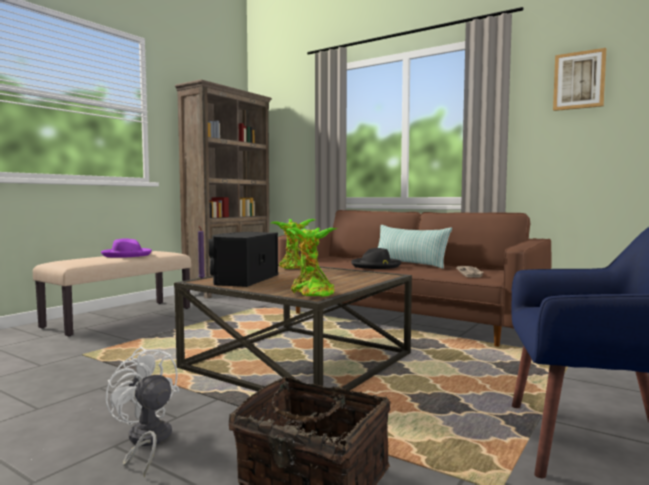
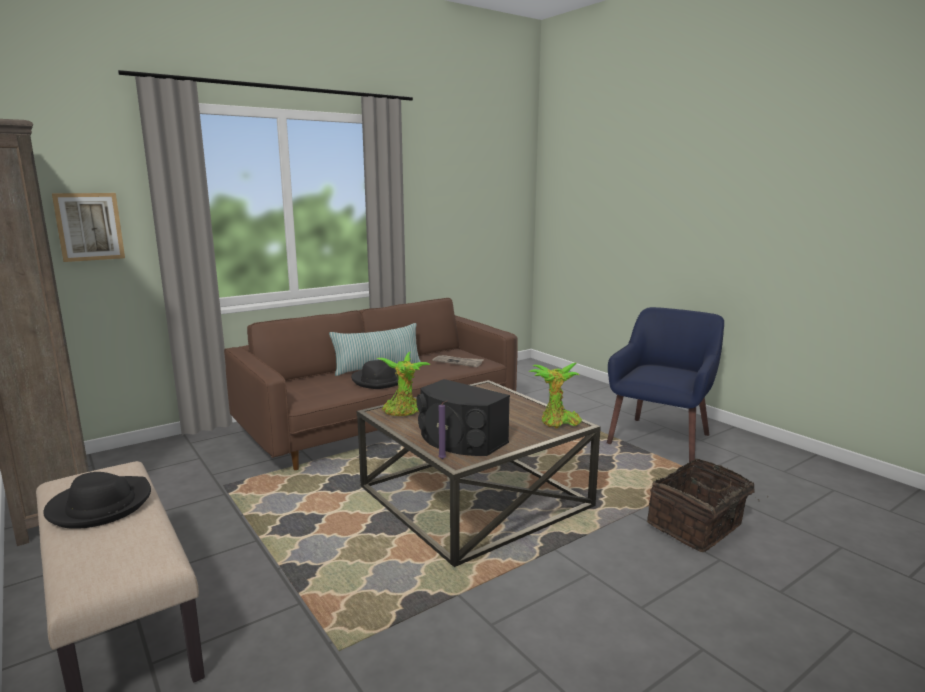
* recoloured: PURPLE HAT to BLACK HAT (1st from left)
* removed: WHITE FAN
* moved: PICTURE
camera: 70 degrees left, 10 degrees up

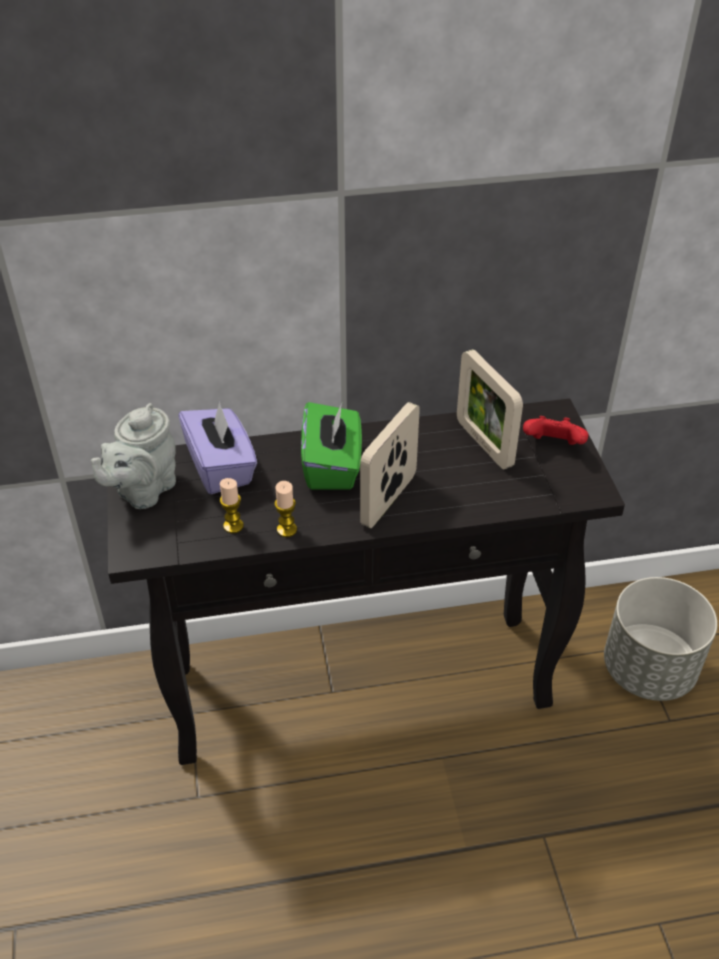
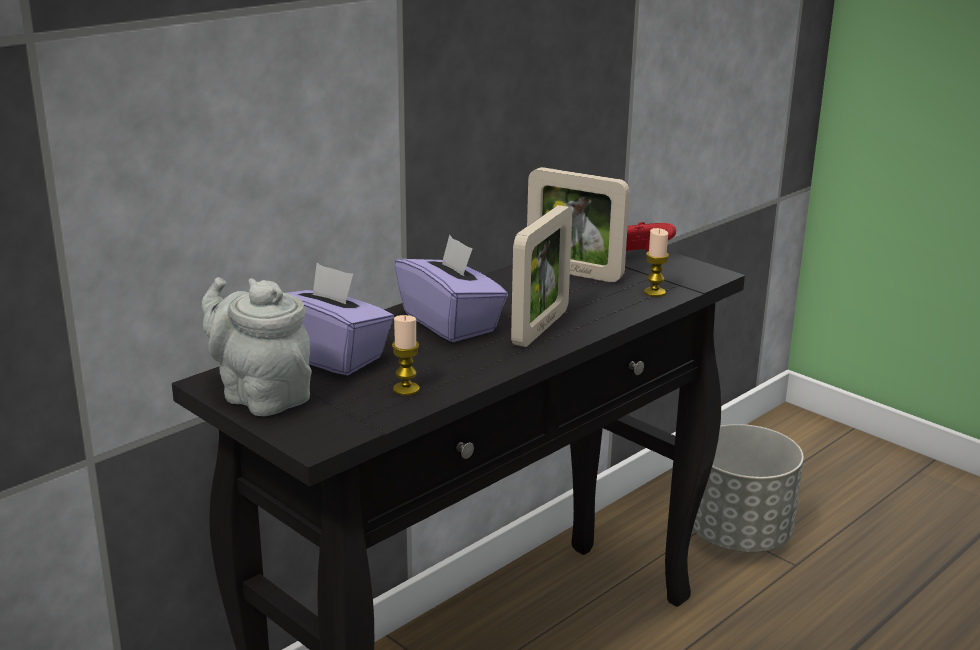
* turned: GREY TEAPOT 135 degrees clockwise
* moved: CANDLE (2nd from left)
* recoloured: GREEN TISSUE BOX to PURPLE TISSUE BOX (2nd from left)
* turned: PICTURE FRAME (1st from left) 150 degrees counterclockwise
camera: 35 degrees left, 20 degrees down

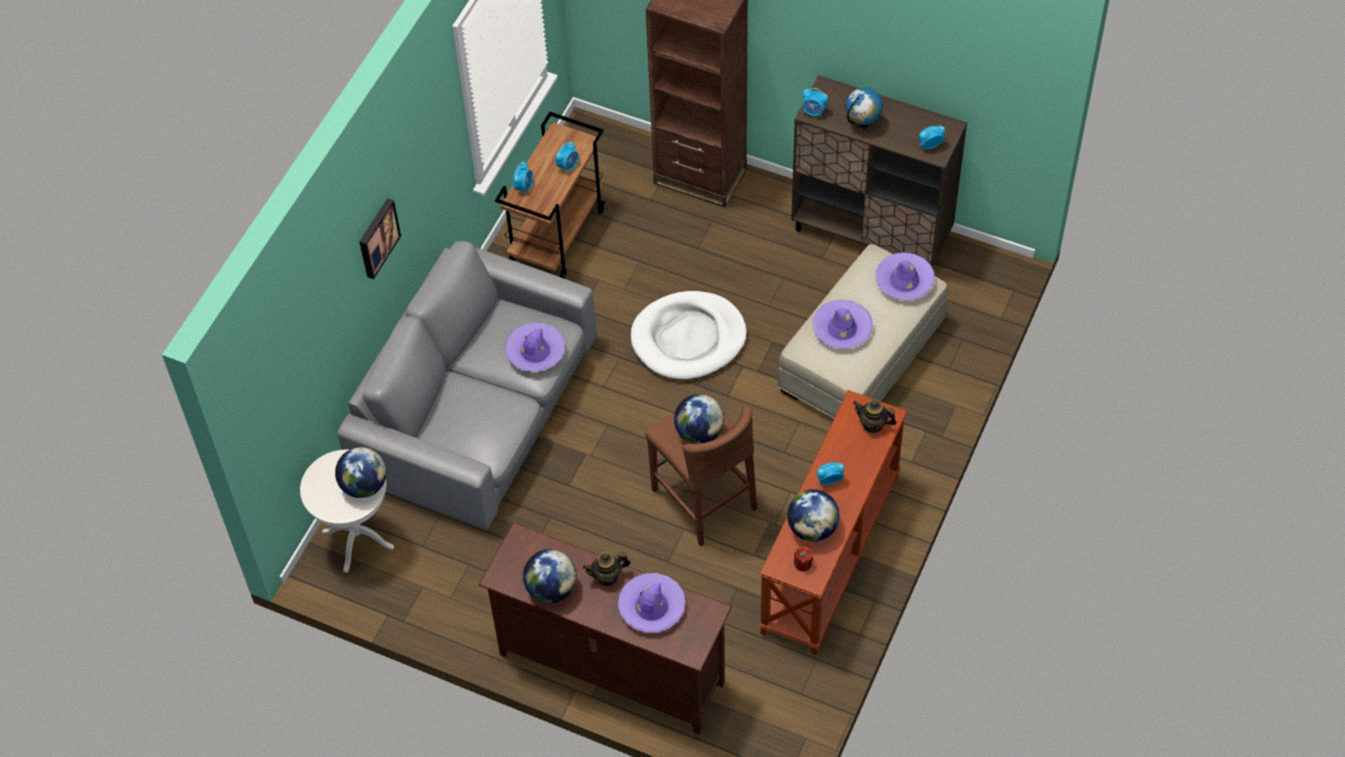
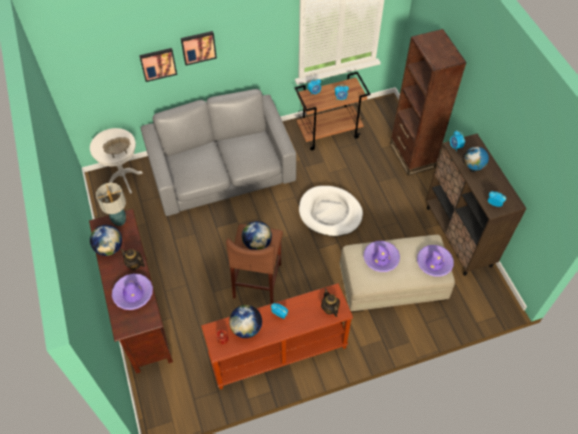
* replaced: GLOBE (1st from left) to BEIGE BOWL
* removed: PURPLE HAT (1st from left)
* added: TABLE LAMP
* added: PICTURE (1st from left)
camera: 45 degrees right, 0 degrees up

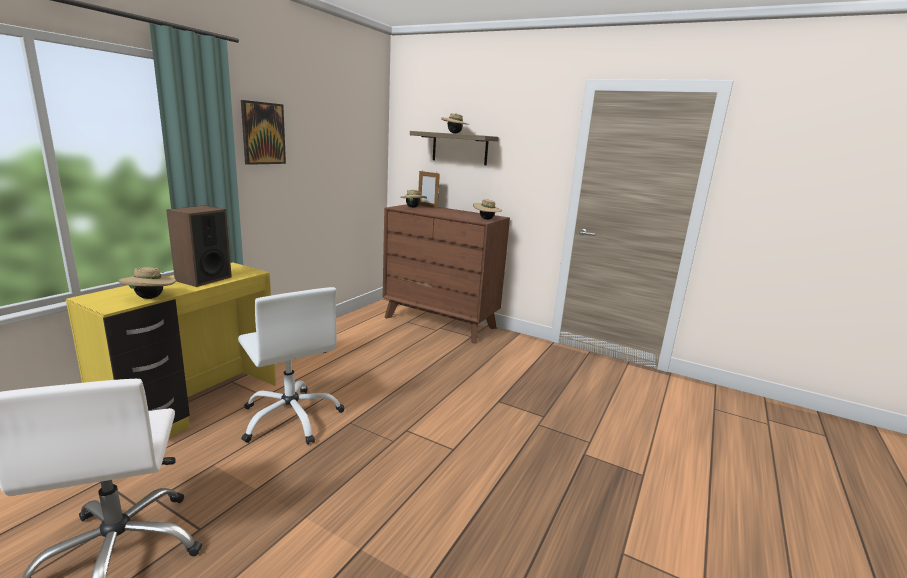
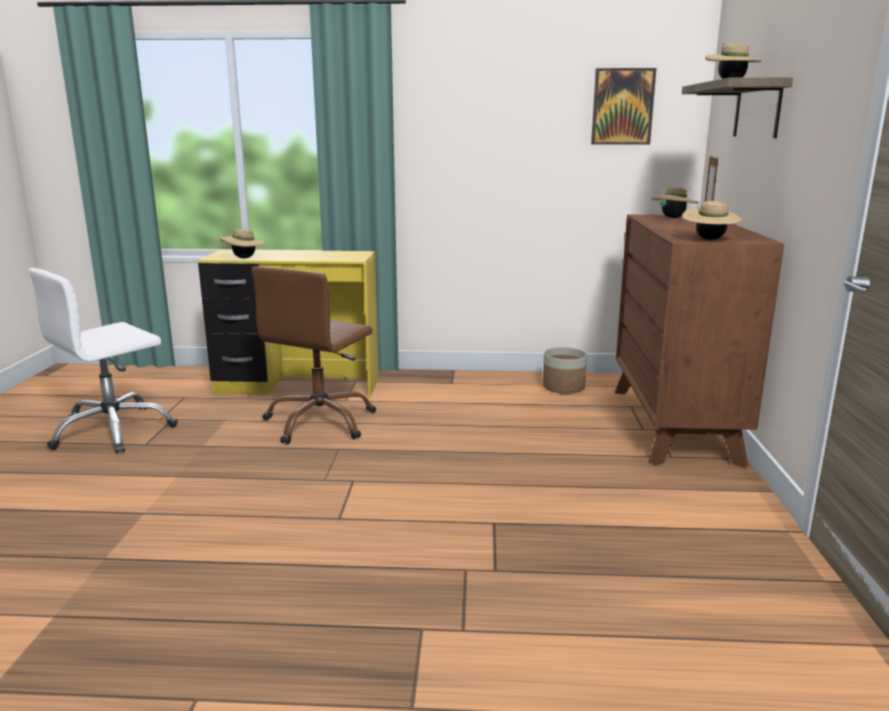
* removed: SPEAKER
* recoloured: WHITE OFFICE CHAIR (2nd from left) to BROWN OFFICE CHAIR
* moved: PICTURE
* added: PLANTER
camera: 65 degrees right, 0 degrees up

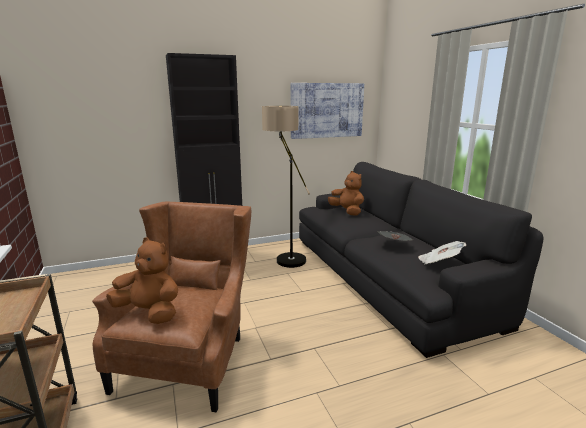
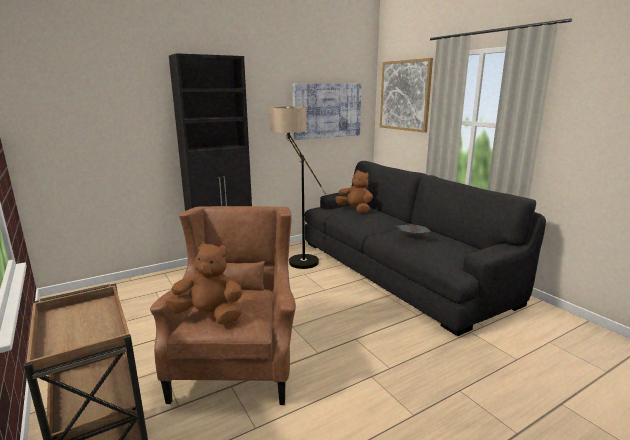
* removed: NEWSPAPER (2nd from left)
* added: PICTURE (2nd from left)
camera: 10 degrees left, 0 degrees up

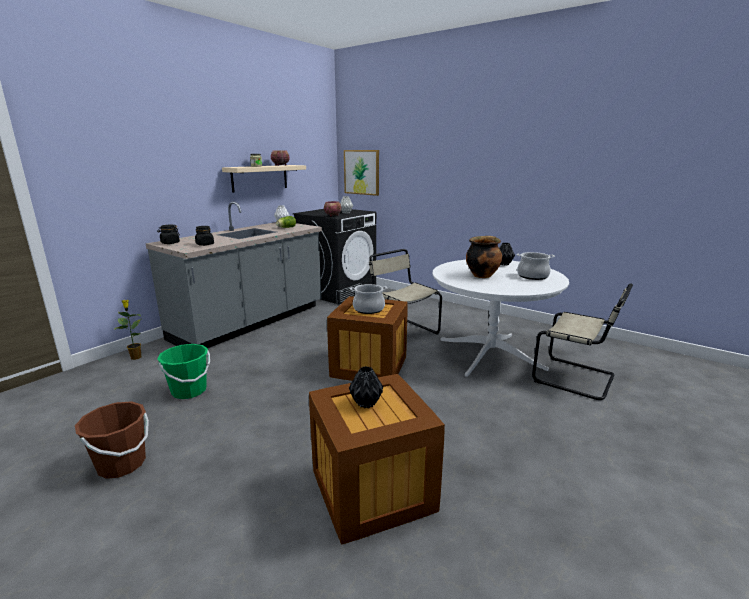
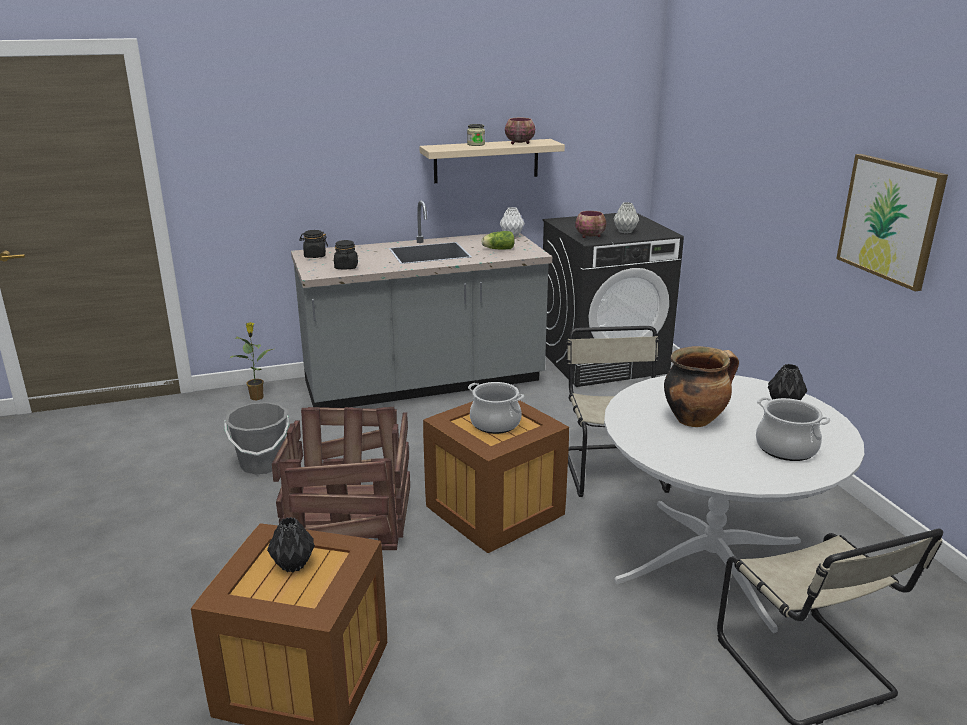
* removed: BROWN BUCKET
* recoloured: GREEN BUCKET to GREY BUCKET
* moved: PICTURE
* added: CRATE (2nd from left)
camera: 35 degrees right, 5 degrees up

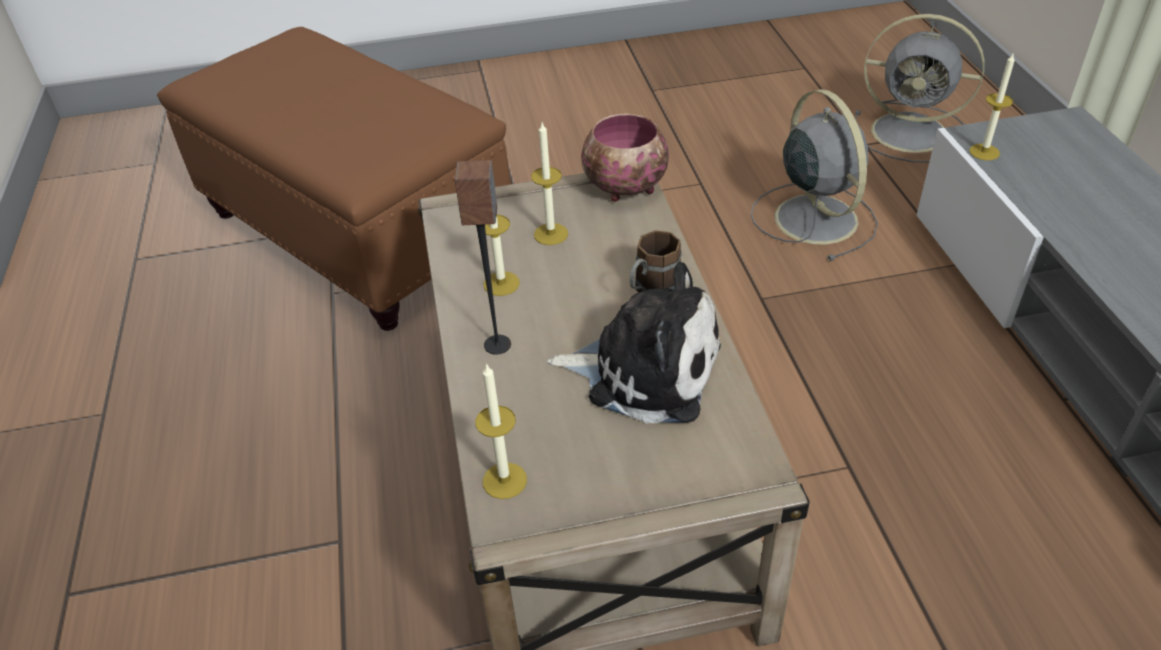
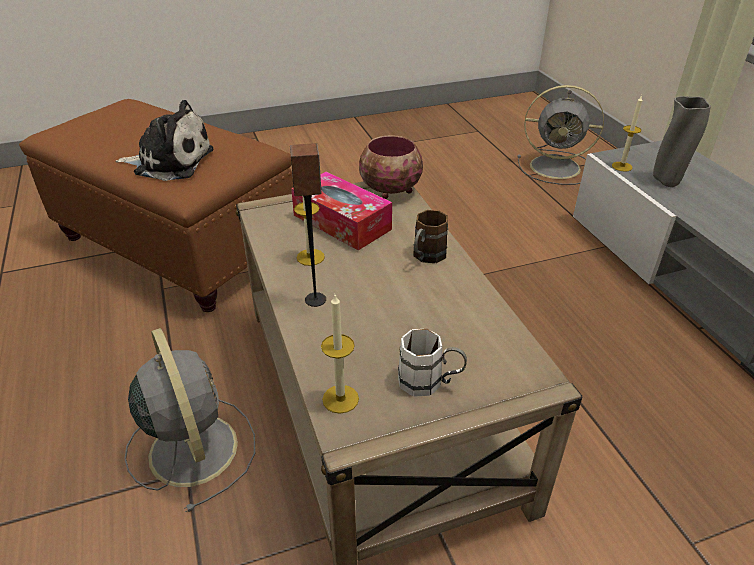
* replaced: CANDLE (3rd from left) to TISSUE BOX
* moved: PLUSH TOY
* moved: GREY FAN (1st from left)
* added: WHITE MUG
* added: GREY VASE
camera: 10 degrees left, 5 degrees down

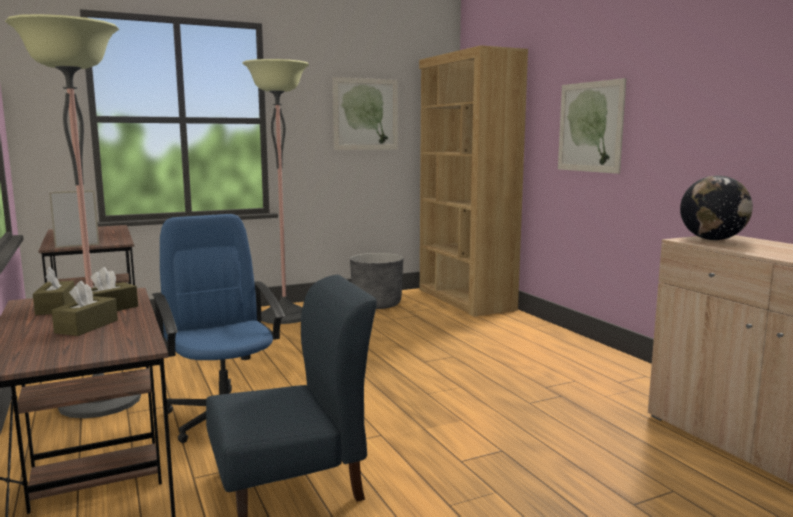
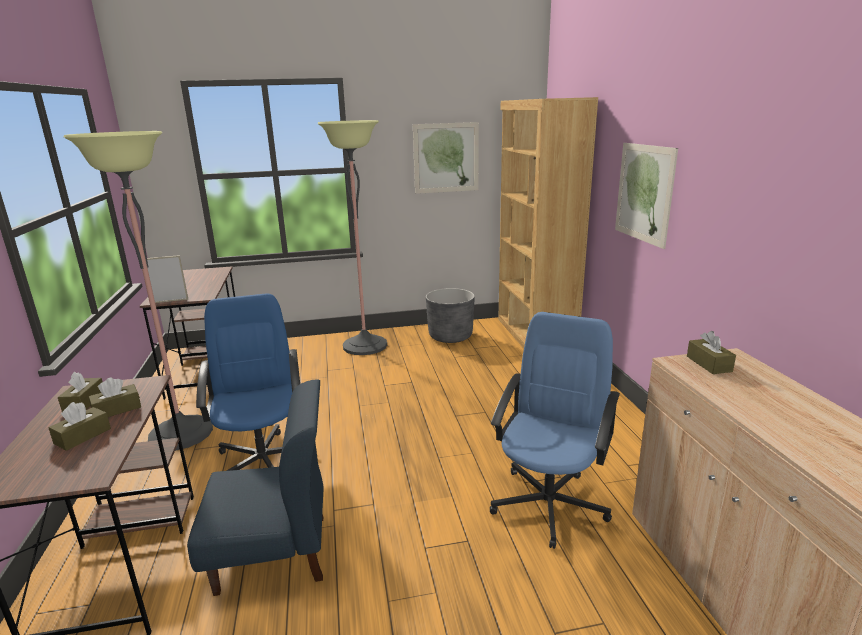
* replaced: GLOBE to BROWN TISSUE BOX (4th from left)
* added: BLUE OFFICE CHAIR (2nd from left)
camera: 15 degrees right, 10 degrees up

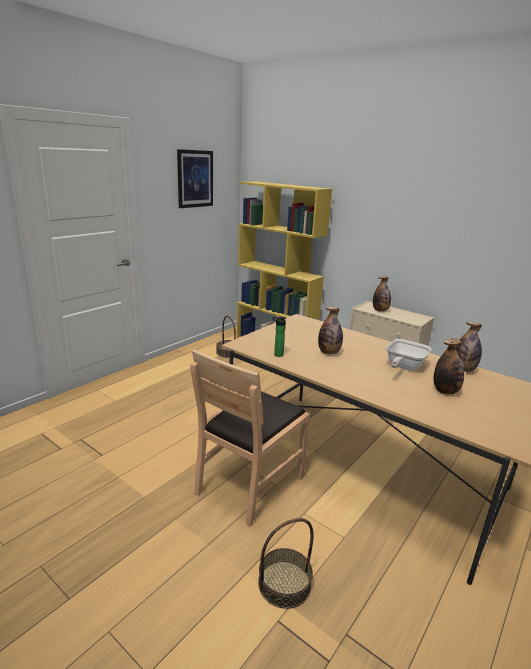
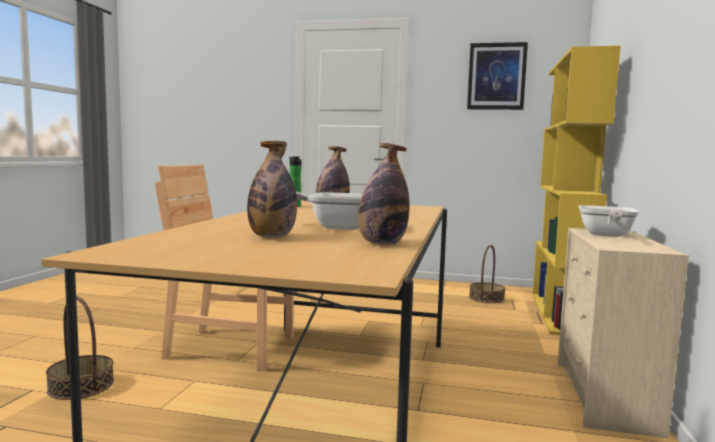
* replaced: BOTTLE (3rd from left) to FRYING PAN (2nd from left)
camera: 65 degrees right, 15 degrees down

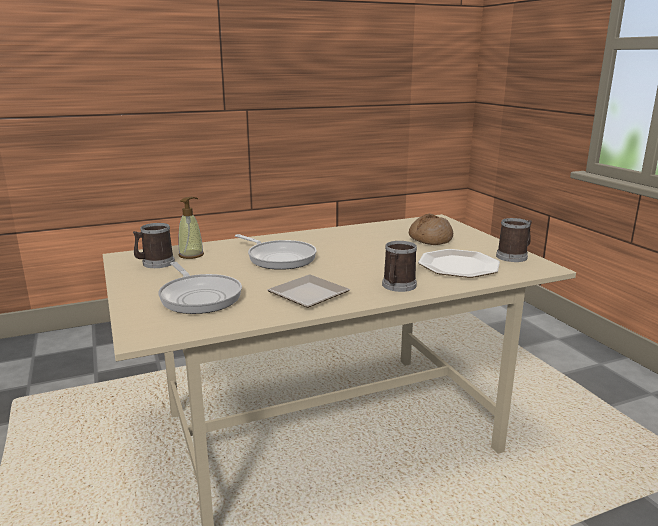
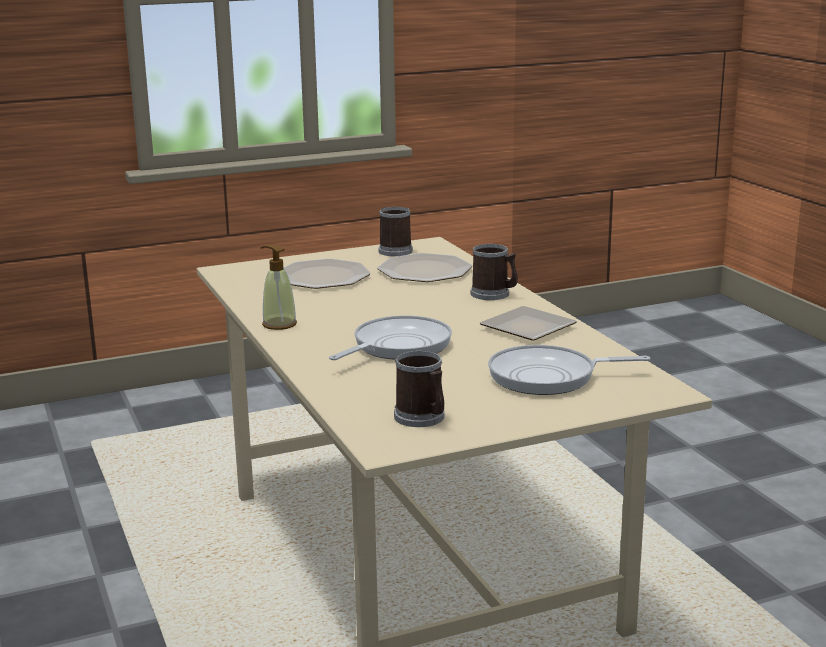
* turned: FRYING PAN (1st from left in the first image) 150 degrees counterclockwise
* moved: SOAP DISPENSER
* replaced: BREAD to PLATE (1st from left)
camera: 90 degrees left, 0 degrees up

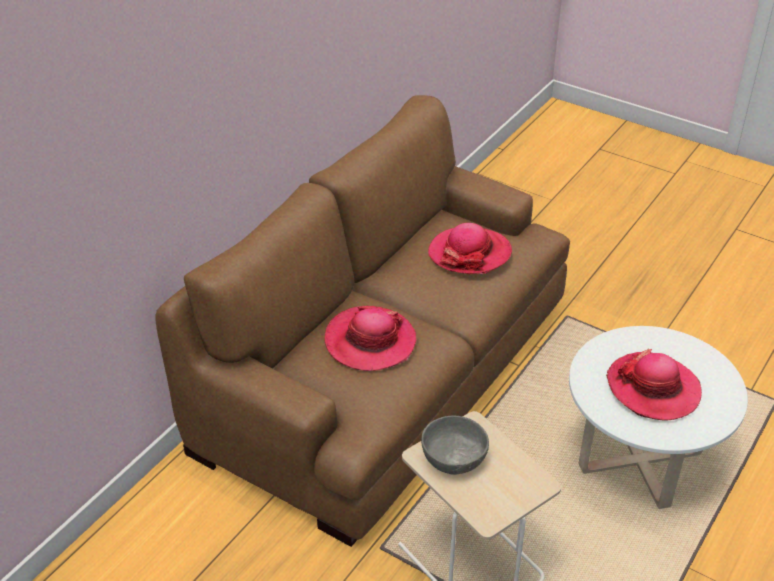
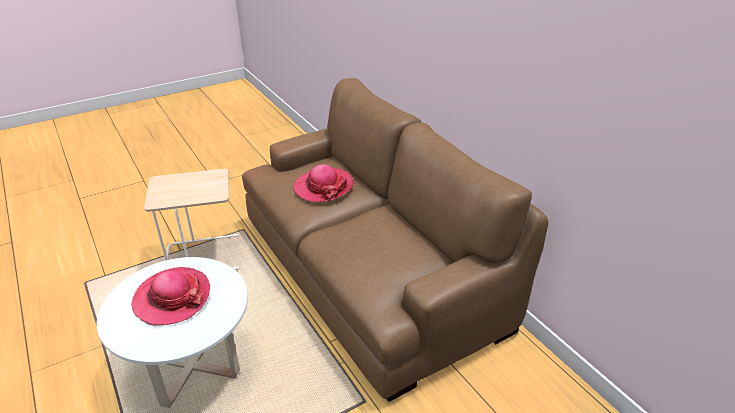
* removed: GREY BOWL
* removed: HAT (2nd from left)
camera: 115 degrees right, 5 degrees down

